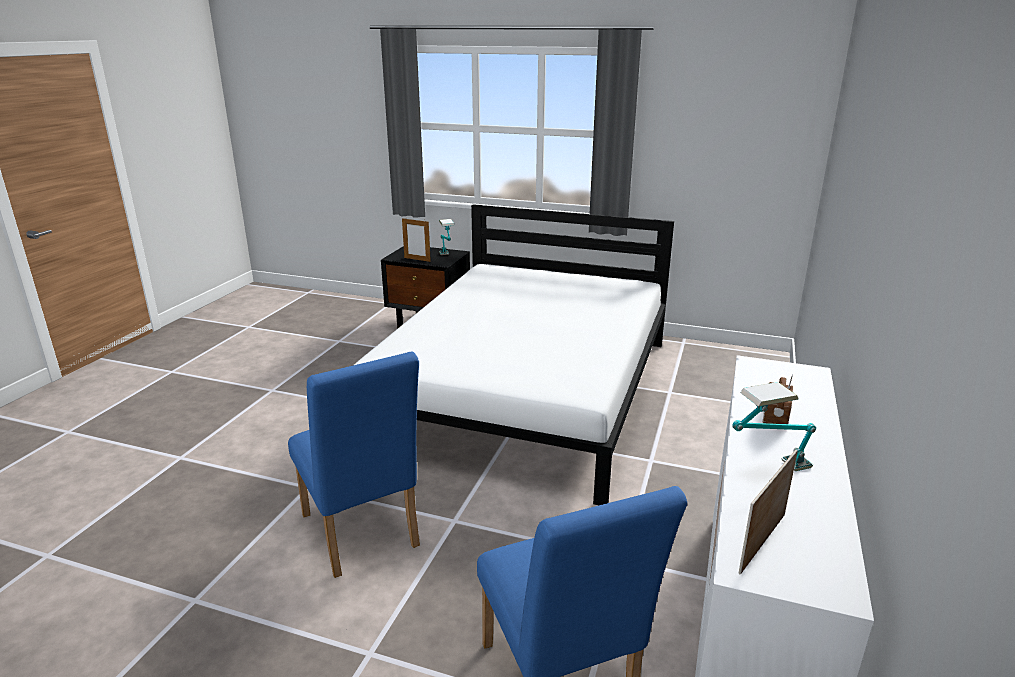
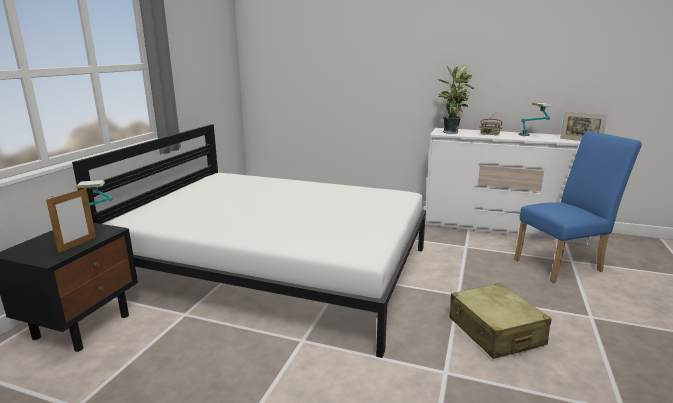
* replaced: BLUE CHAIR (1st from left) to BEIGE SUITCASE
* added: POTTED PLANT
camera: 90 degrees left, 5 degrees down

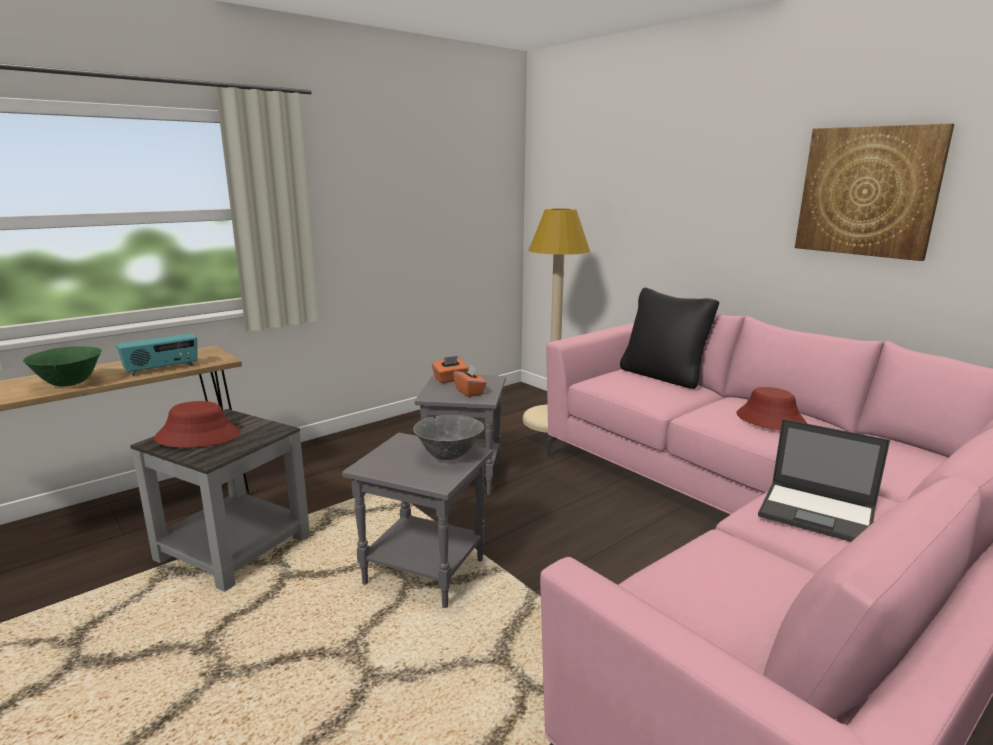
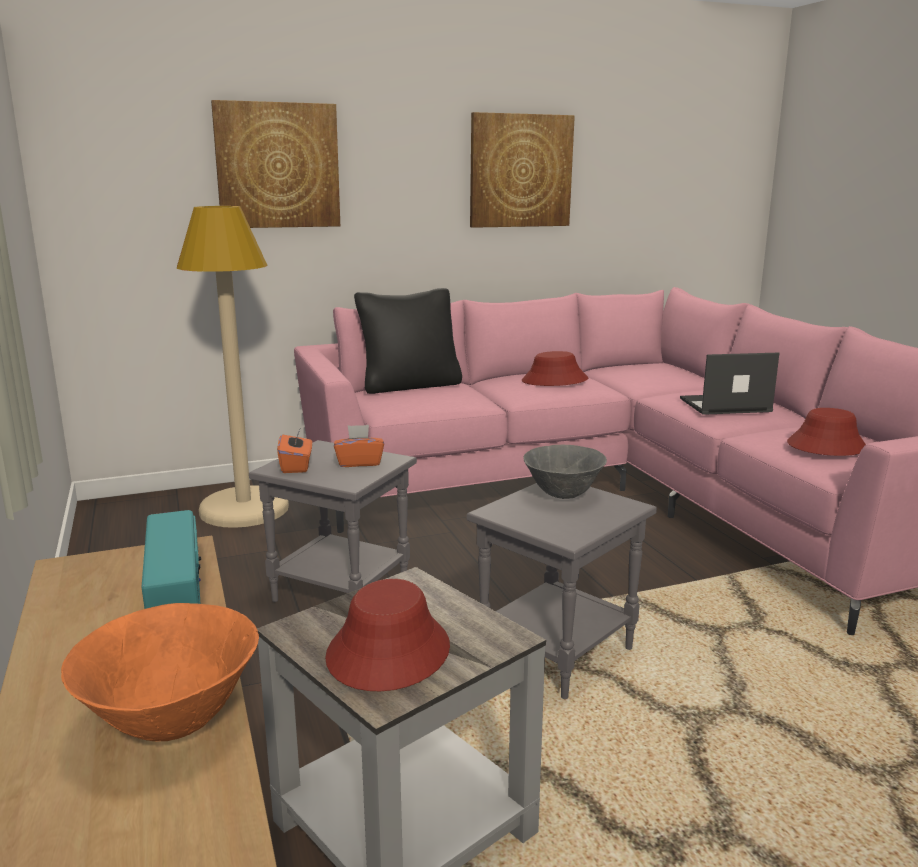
* recoloured: GREEN BOWL to ORANGE BOWL
* turned: LAPTOP 150 degrees counterclockwise
* added: PICTURE (1st from left)
* added: RED HAT (3rd from left)
camera: 70 degrees left, 0 degrees up

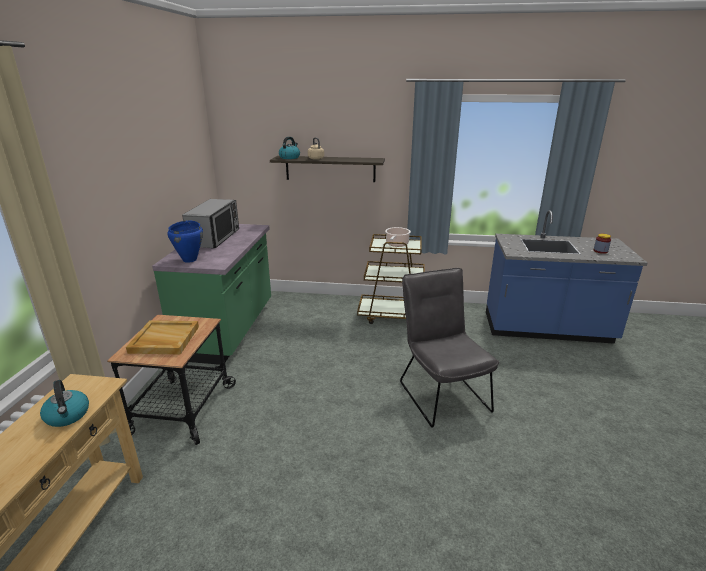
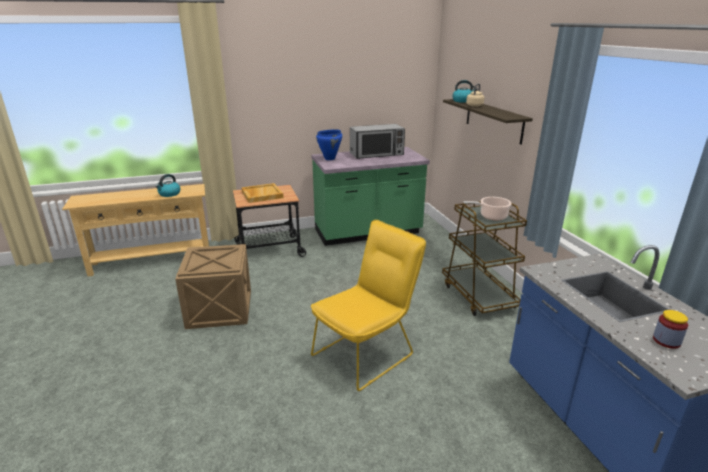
* recoloured: GREY CHAIR to YELLOW CHAIR
* added: CRATE
camera: 65 degrees right, 0 degrees up

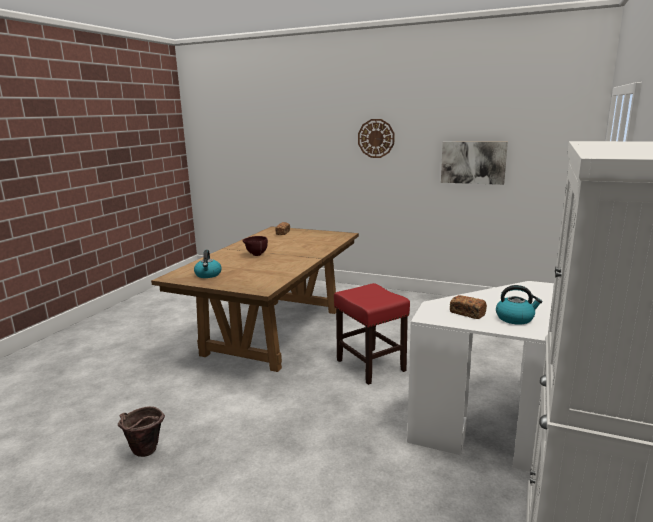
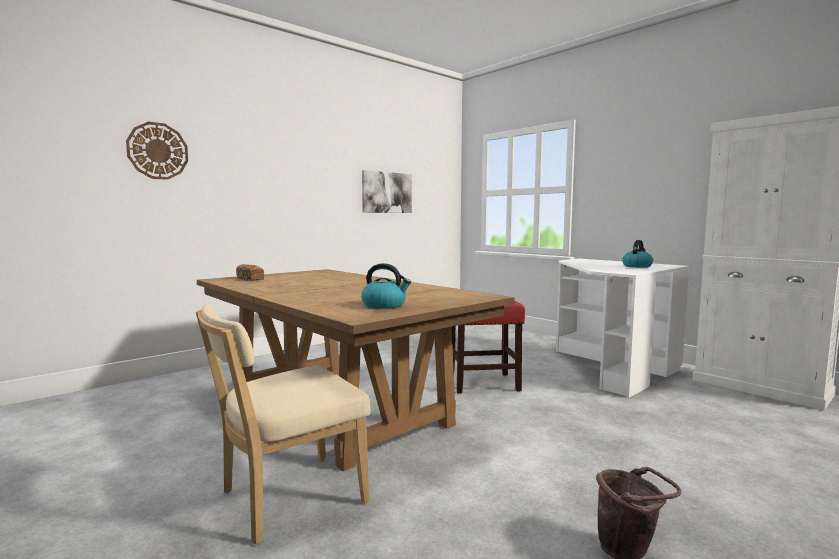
* removed: BROWN BOWL
* moved: WALL CLOCK
* removed: BREAD (2nd from left)
* added: BEIGE CHAIR
camera: 65 degrees left, 10 degrees down

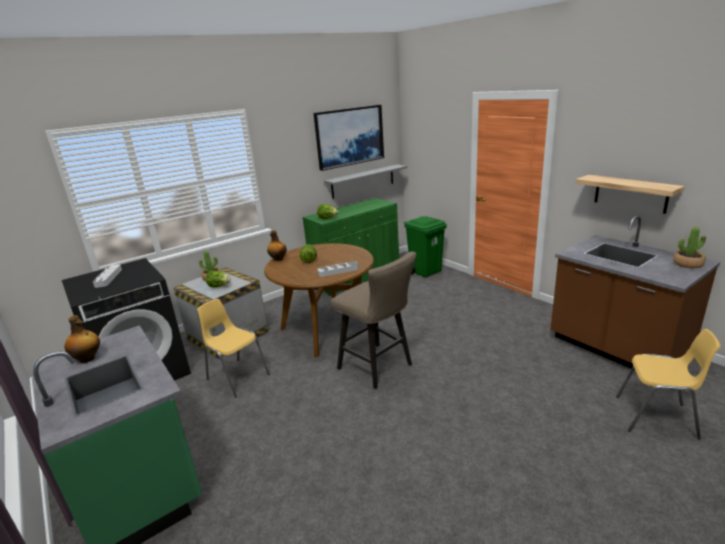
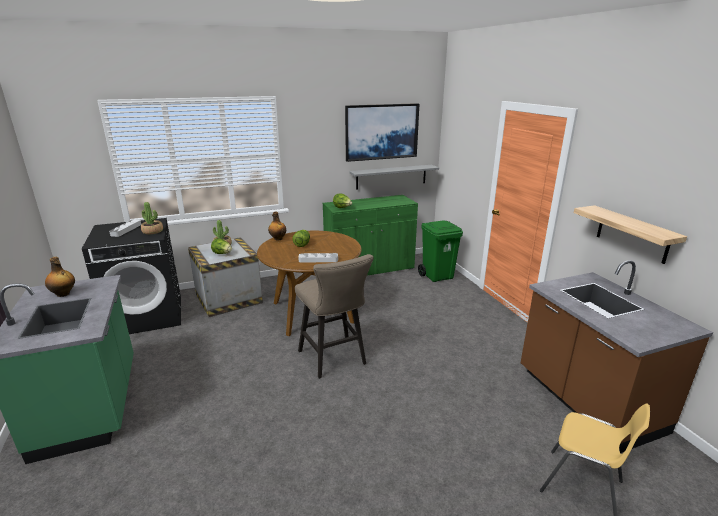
* removed: YELLOW CHAIR (1st from left)
* moved: POTTED PLANT (2nd from left in the first image) to POTTED PLANT (1st from left)
camera: 15 degrees right, 0 degrees up

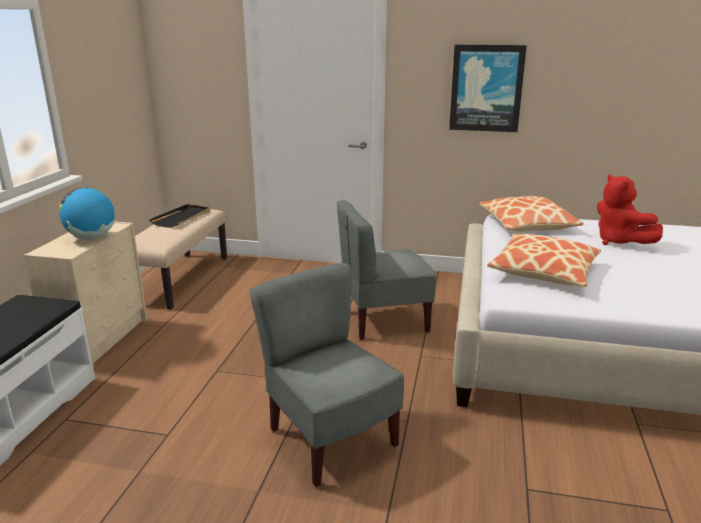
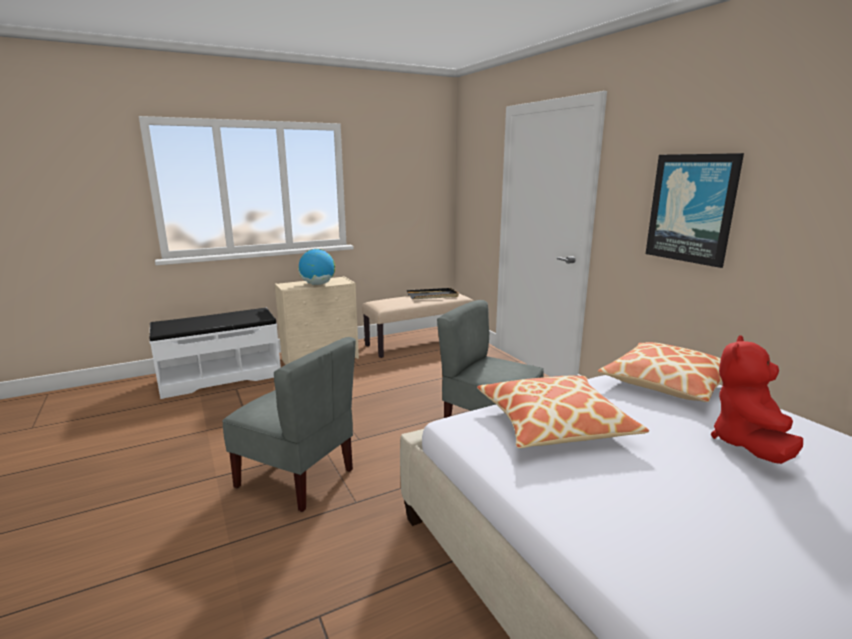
* turned: GREY CHAIR (1st from left) 105 degrees clockwise
camera: 50 degrees right, 5 degrees down

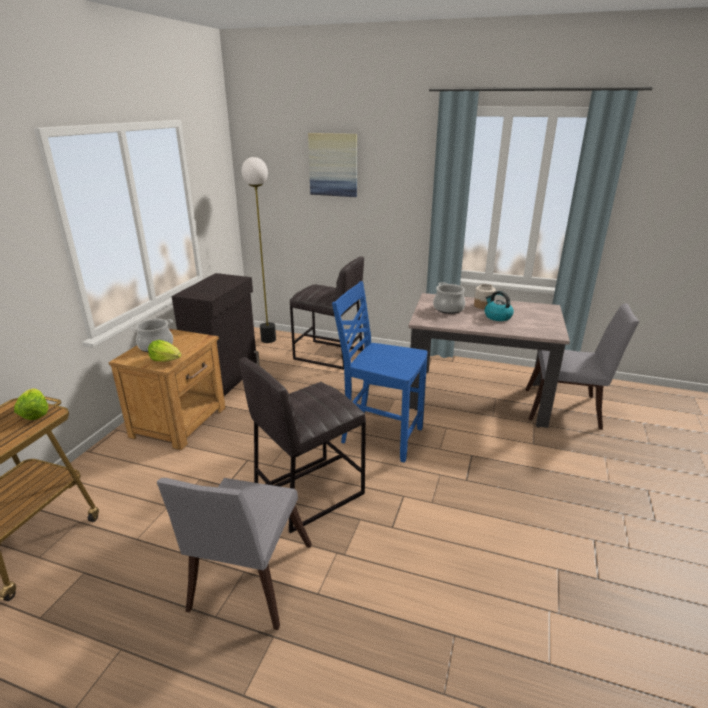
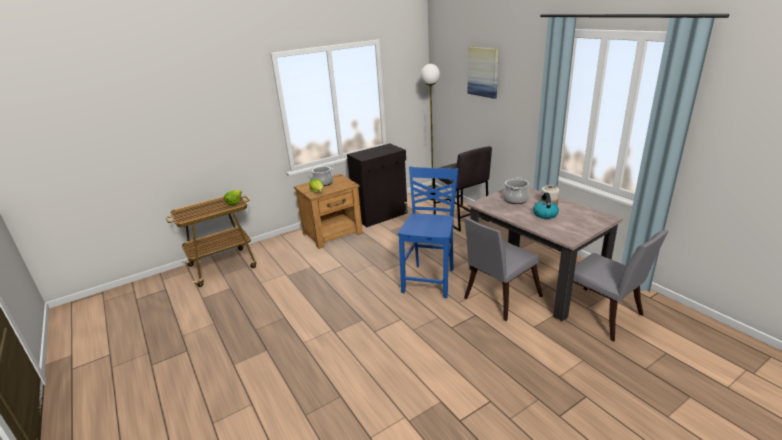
* moved: GREY CHAIR (1st from left)
* removed: GREY STOOL (1st from left)
* turned: BLUE CHAIR 45 degrees clockwise
camera: 40 degrees right, 0 degrees up

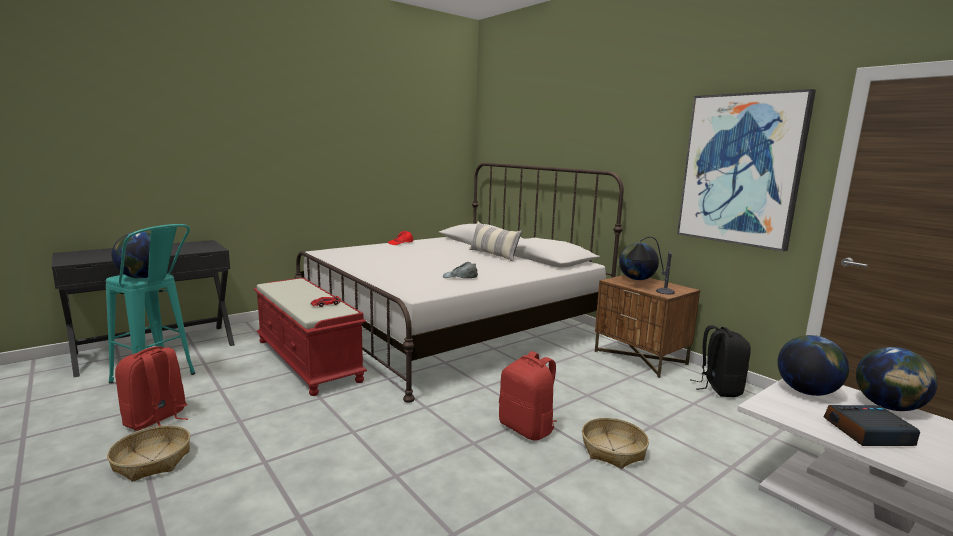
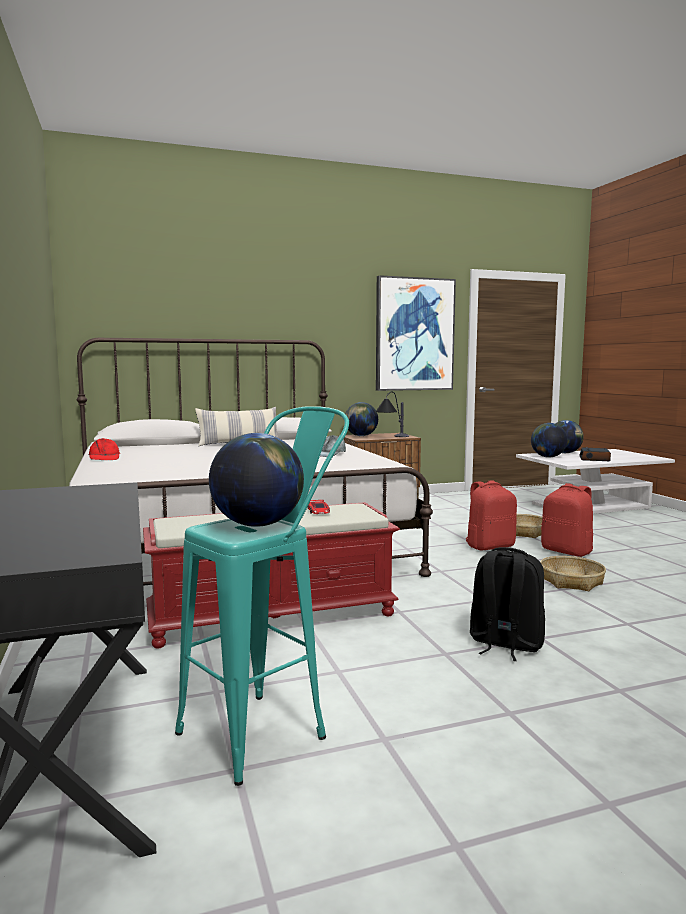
* moved: BASKET (1st from left in the first image) to BASKET (2nd from left)
* moved: RED BACKPACK (1st from left in the first image) to RED BACKPACK (2nd from left)
* moved: BLACK BACKPACK
camera: 70 degrees left, 5 degrees down

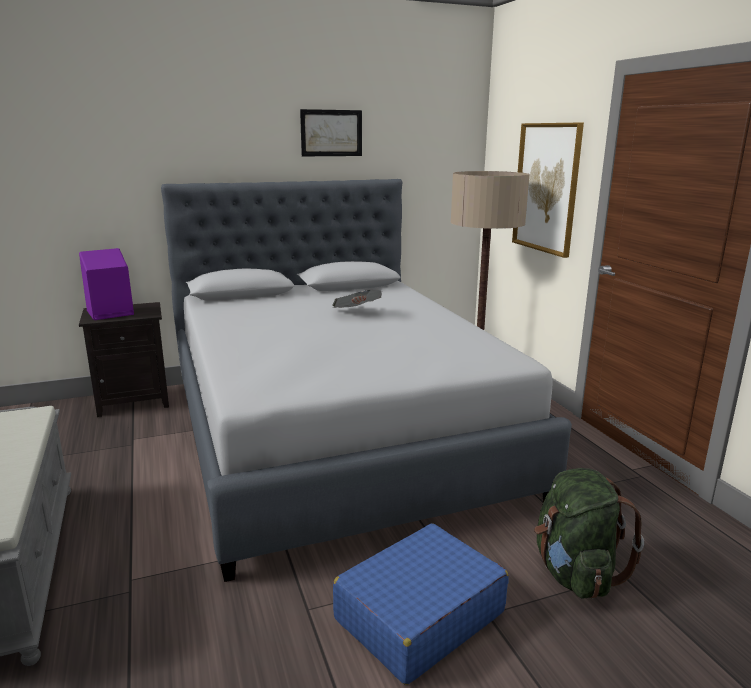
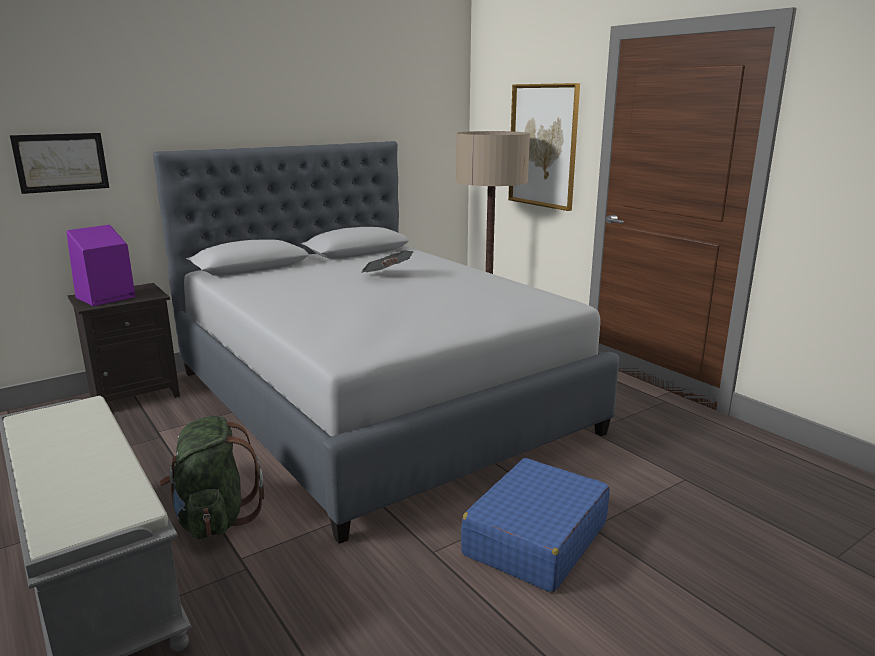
* moved: PICTURE (1st from left)
* moved: GREEN BACKPACK
camera: 15 degrees left, 0 degrees up

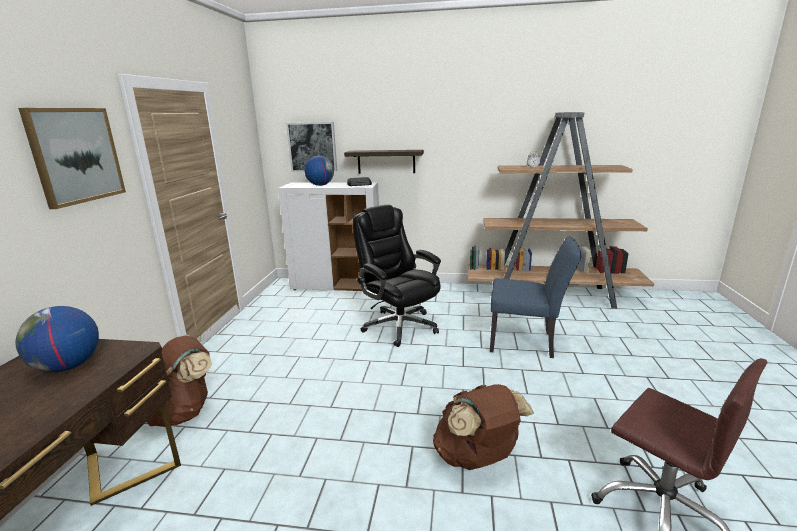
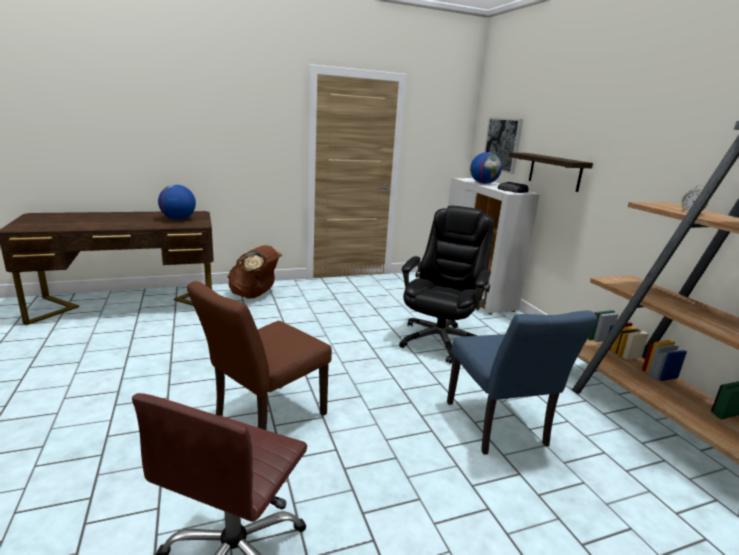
* removed: PICTURE (1st from left)
* replaced: BROWN BACKPACK (2nd from left) to BROWN CHAIR
camera: 60 degrees right, 0 degrees up

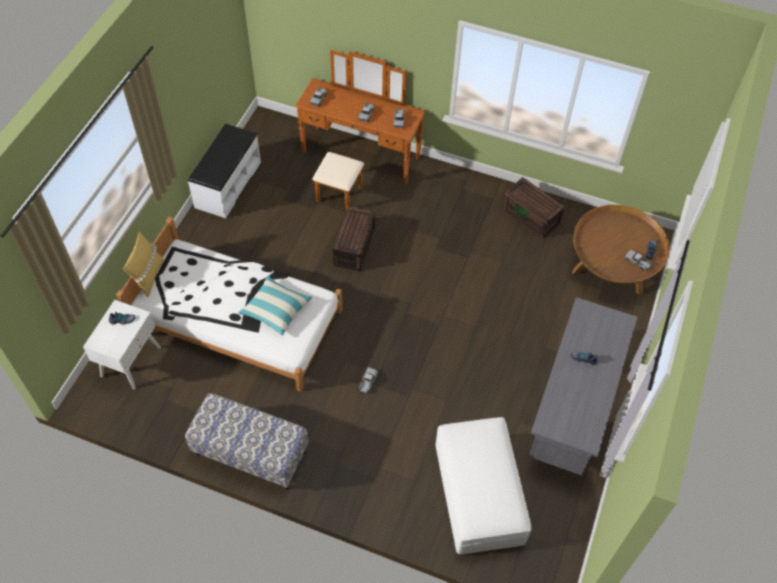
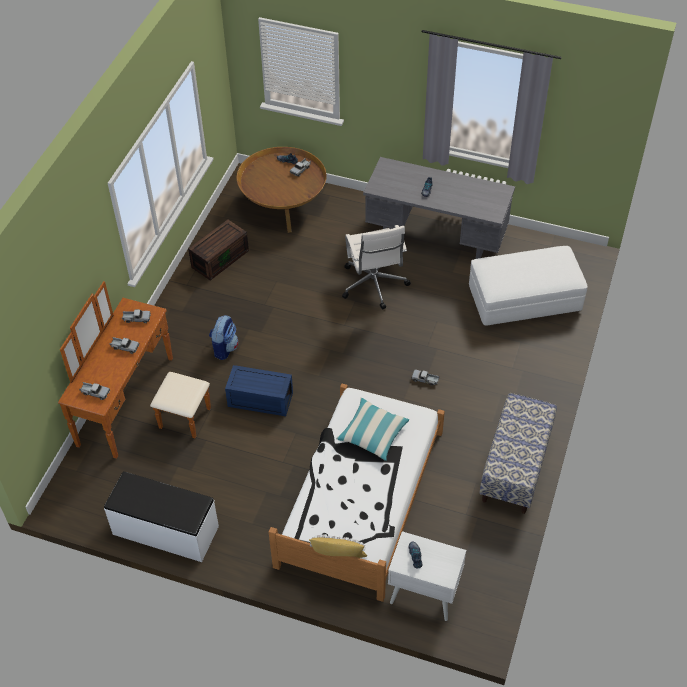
* recoloured: BROWN STORAGE BOX (1st from left) to BLUE STORAGE BOX
* added: BACKPACK
* added: WHITE OFFICE CHAIR
camera: 90 degrees left, 5 degrees down

